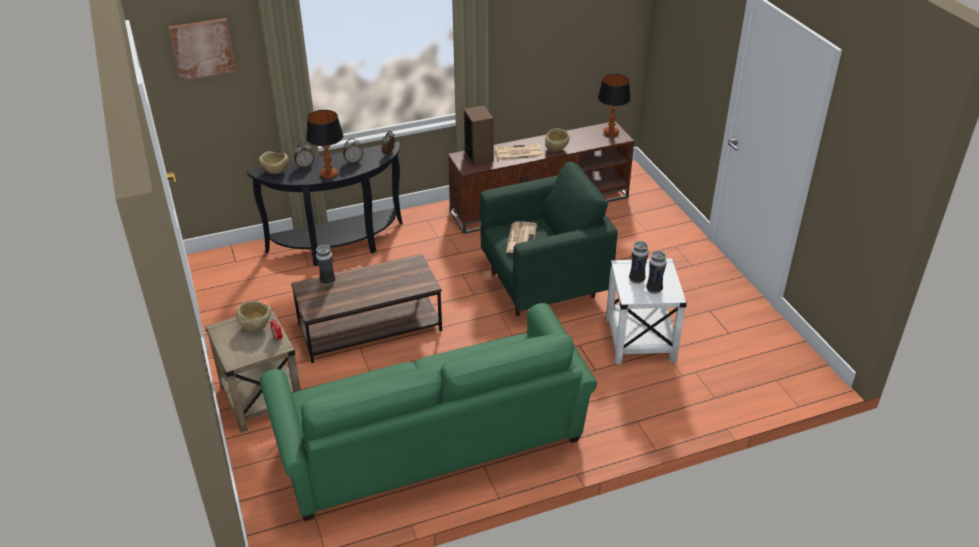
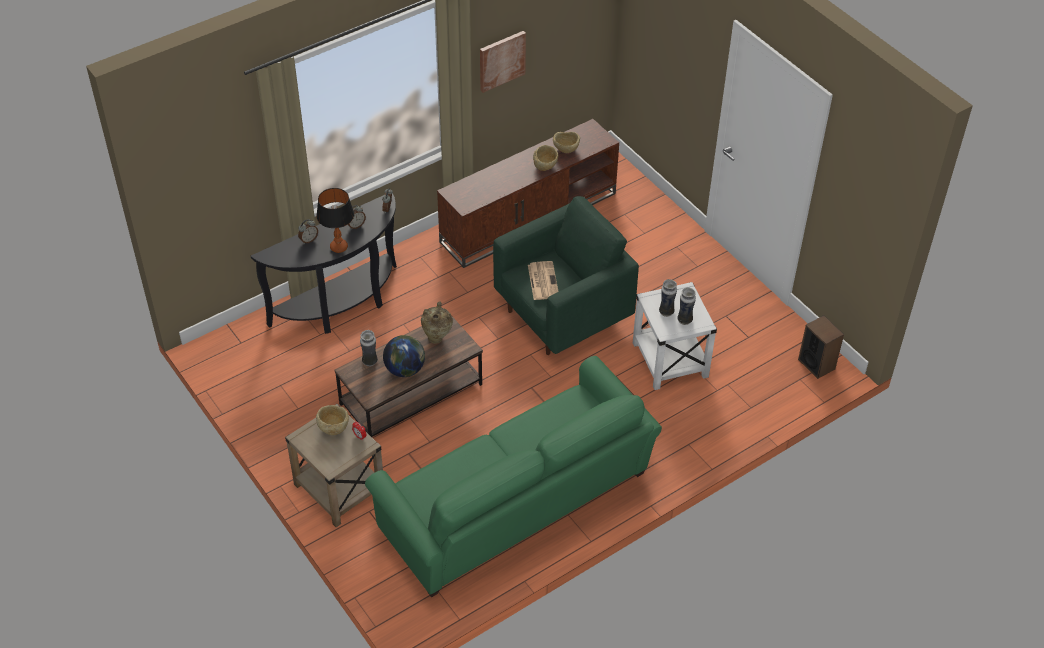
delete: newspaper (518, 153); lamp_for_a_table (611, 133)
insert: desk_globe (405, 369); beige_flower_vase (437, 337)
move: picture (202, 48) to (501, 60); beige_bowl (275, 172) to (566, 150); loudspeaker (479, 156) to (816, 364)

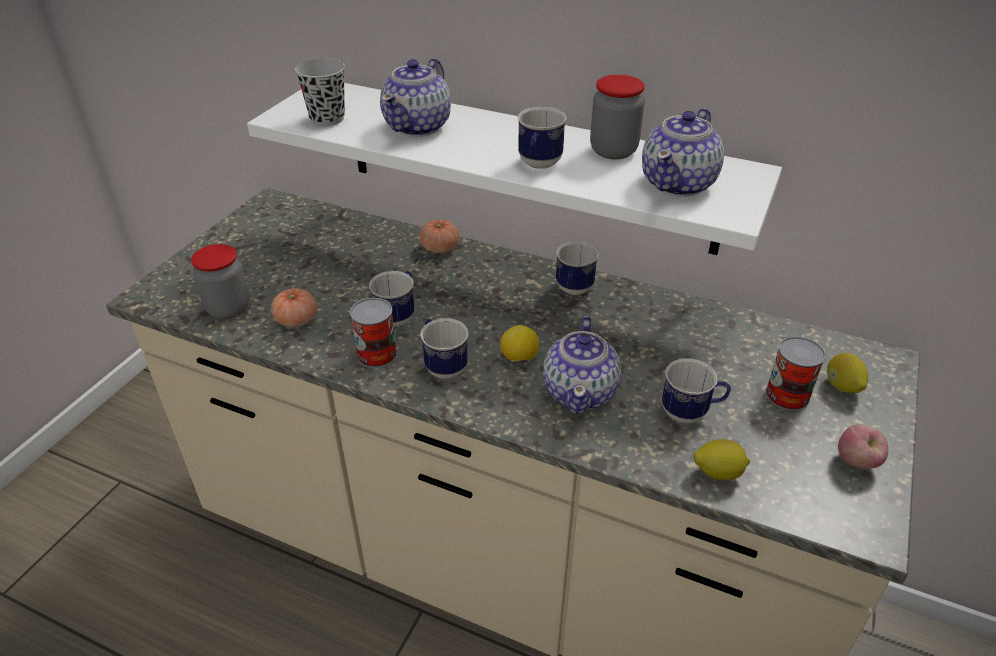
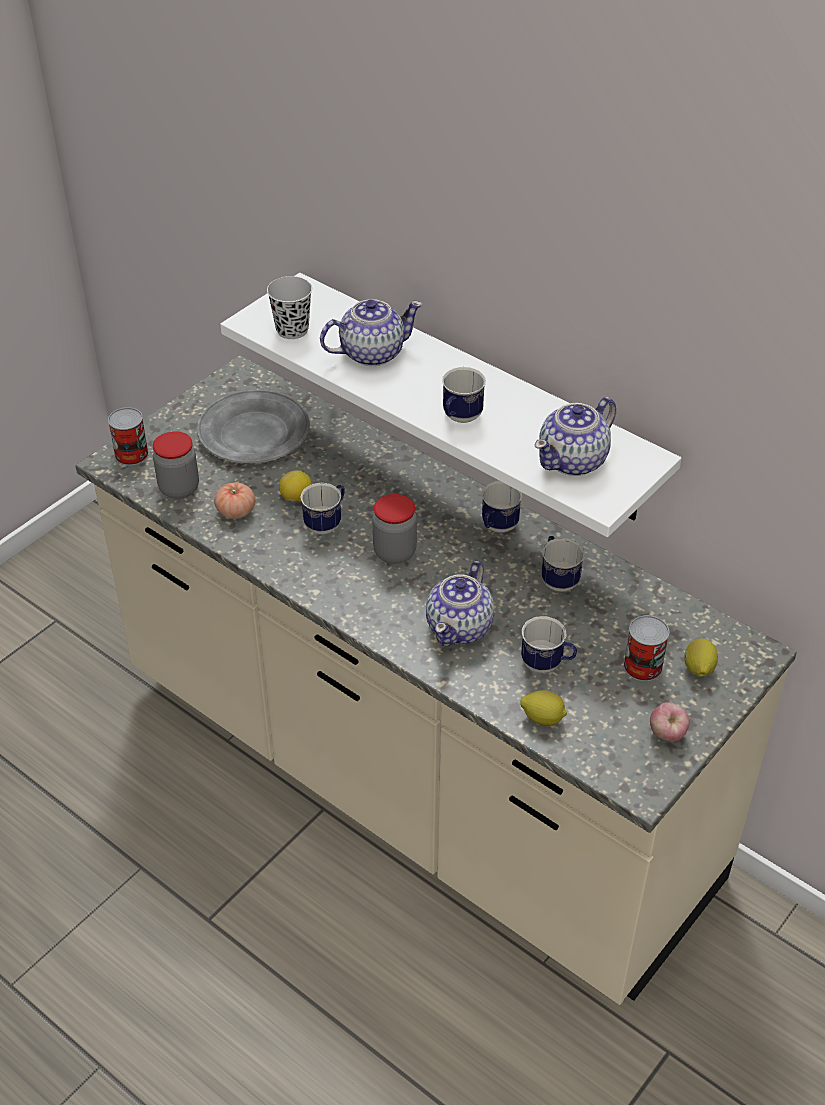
delete: whole_tomato (440, 248)
insert: gray_plate (253, 433)
move: can (376, 354) to (131, 454); tea_mug (442, 365) to (557, 578); lemon (519, 358) to (296, 498); storage_jar (613, 151) to (395, 552)
rotate: tea_pot (418, 126) = (371, 353) 150 degrees counterclockwise

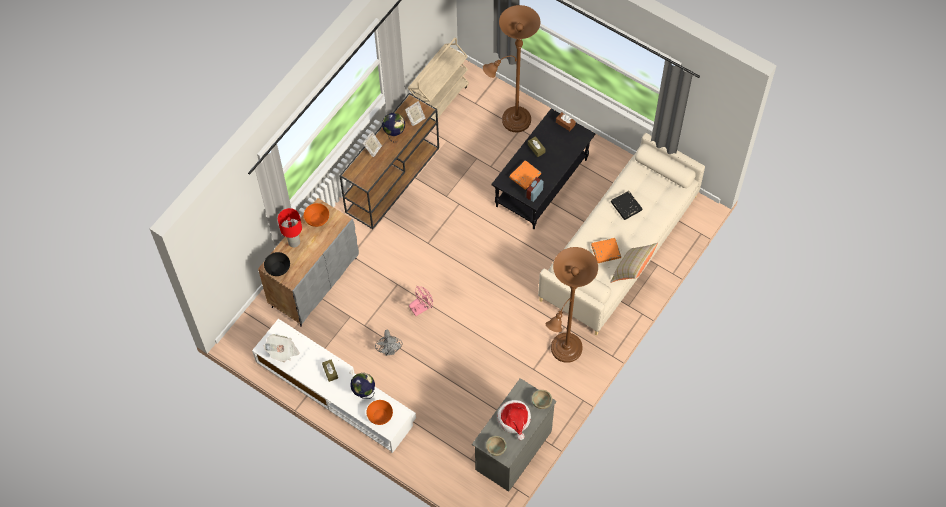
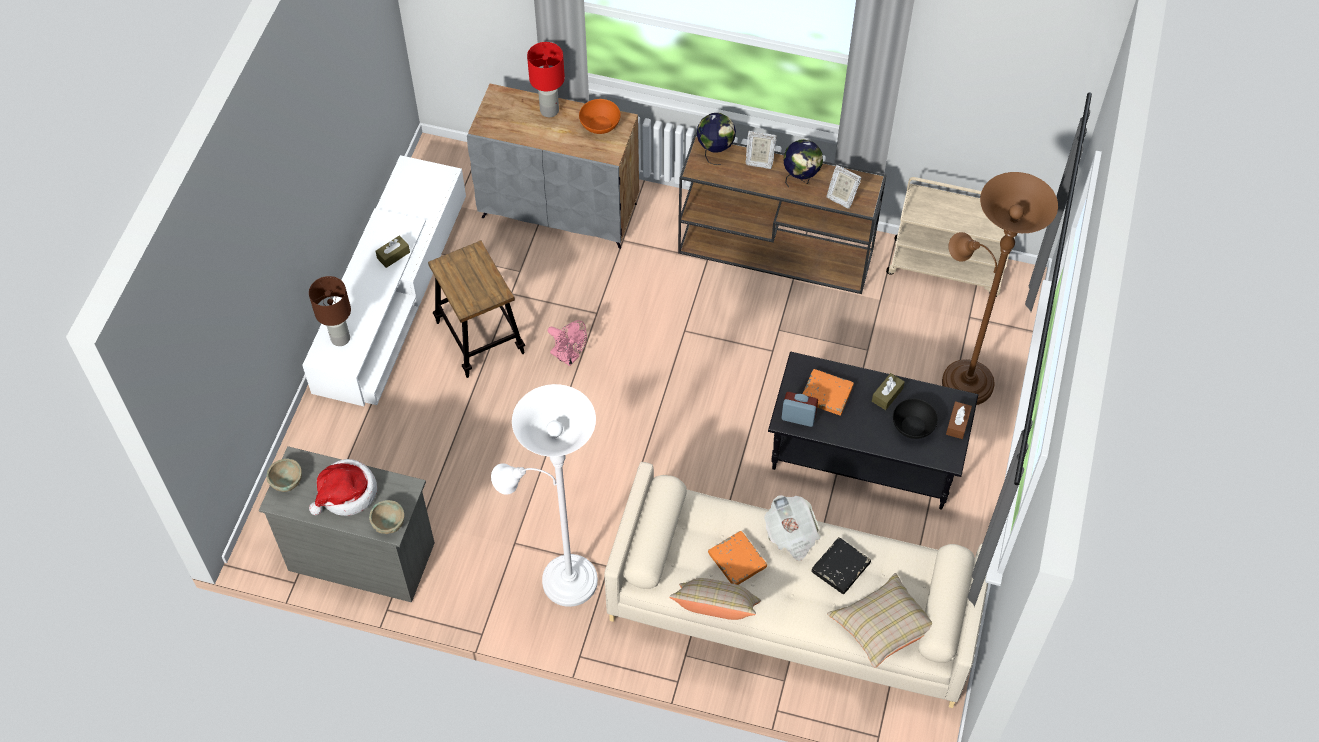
insert: beige_throw_pillow (883, 627)
move: black-coloured_bowl (278, 268) to (913, 426); newspaper (283, 351) to (791, 534); desk_globe (363, 392) to (715, 152)
replace: orange_bowl (380, 415) to brown-coloured_lamp_for_a_table (340, 339); gray_fan (389, 350) to sitting_stool (480, 338)
recolor: brown-coloured_standard_lamp (564, 351) to white_standard_lamp (562, 579)

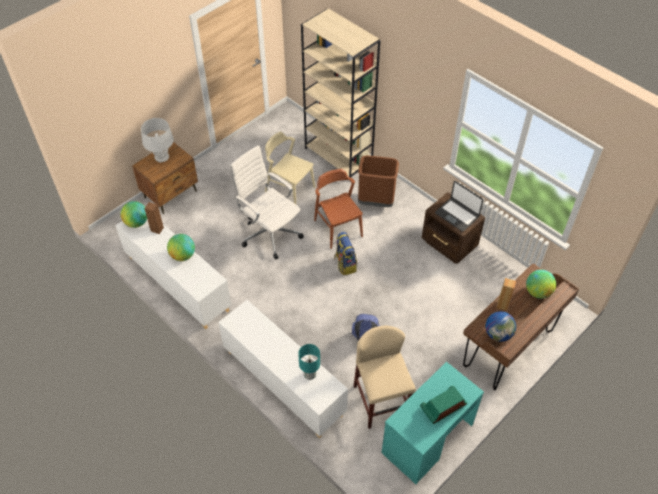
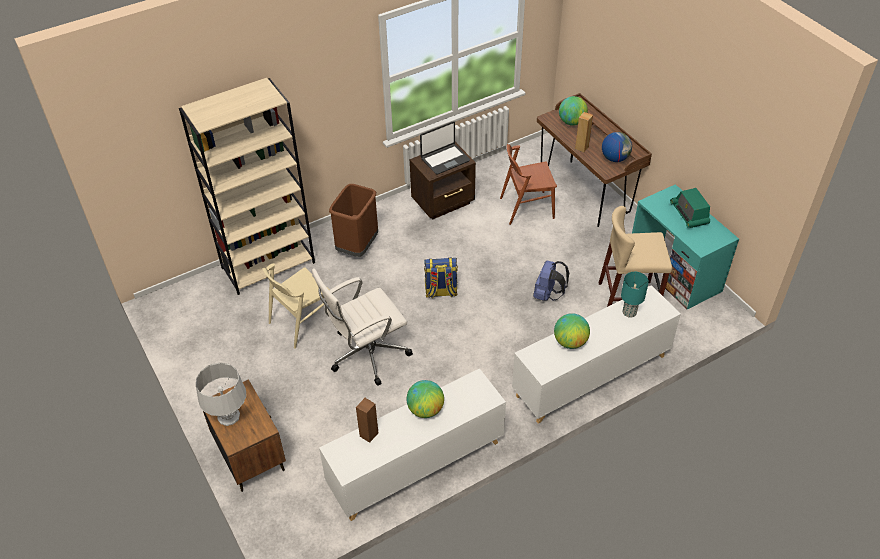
move: desk_globe (136, 222) to (570, 342); brown-coloured_plain_chair (338, 228) to (526, 208)

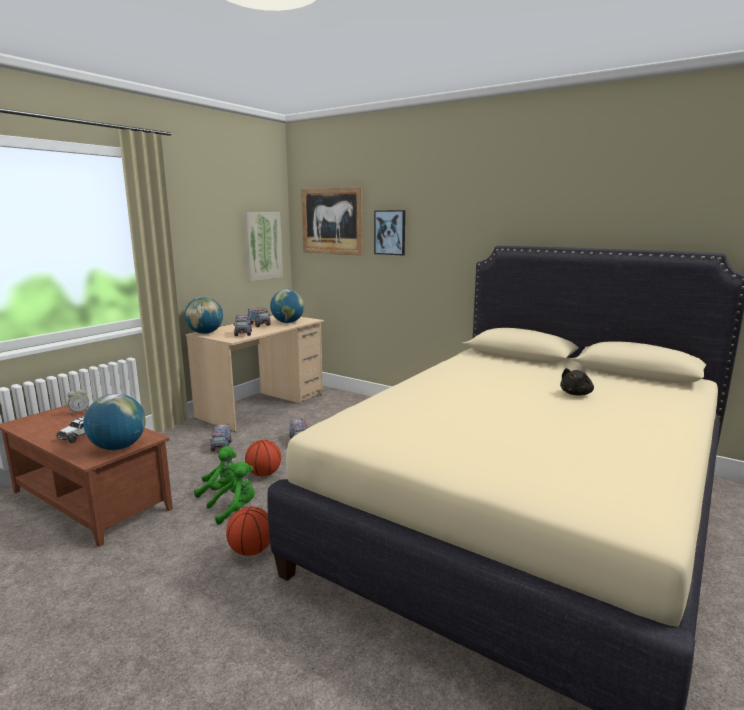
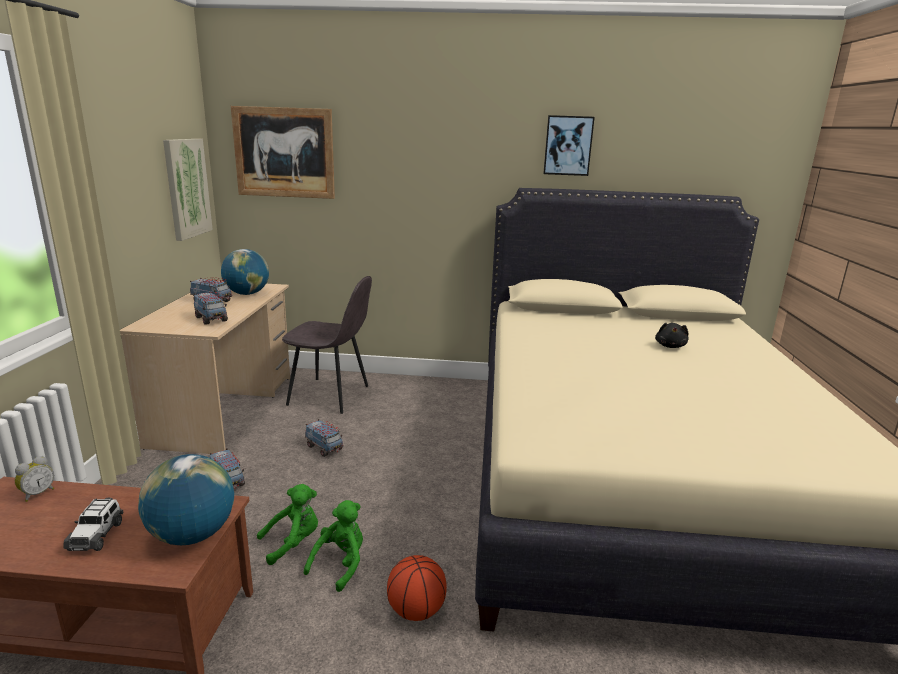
delete: desk_globe (205, 333); basketball_ball (264, 474)
insert: gray_plain_chair (331, 396)
move: picture (390, 232) to (568, 145)

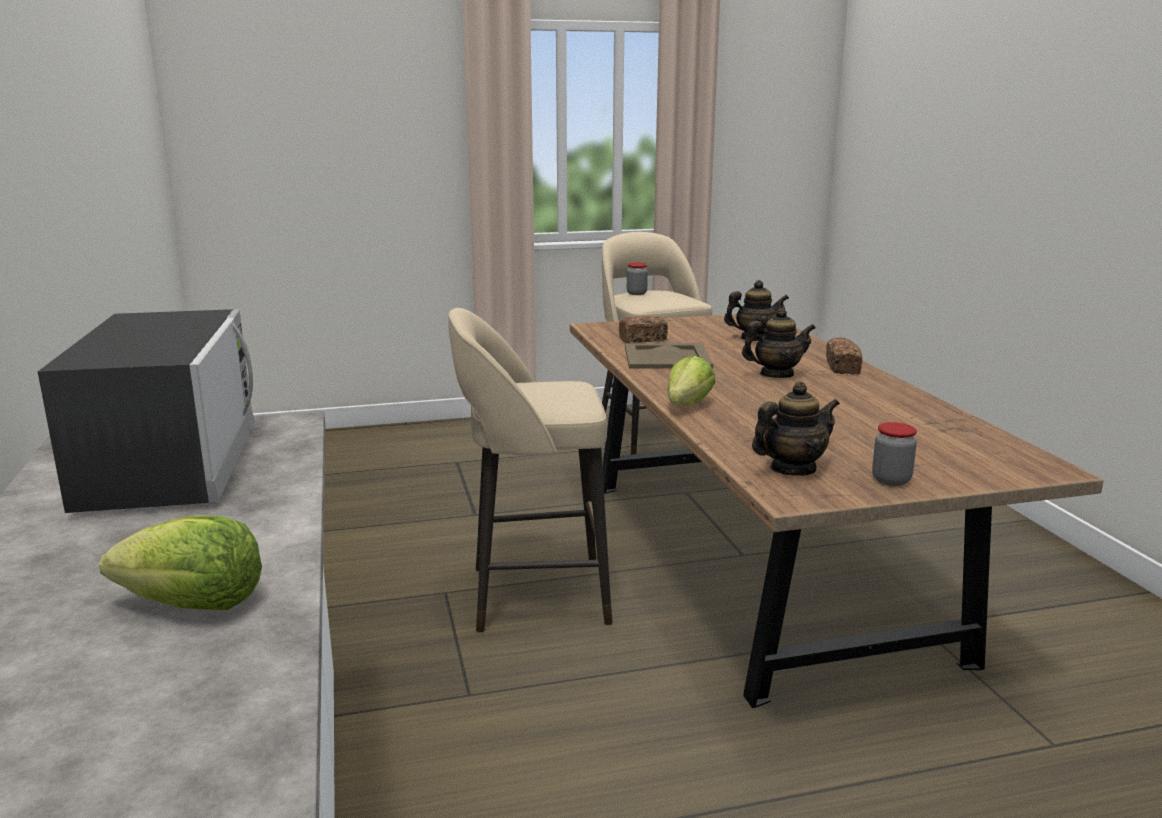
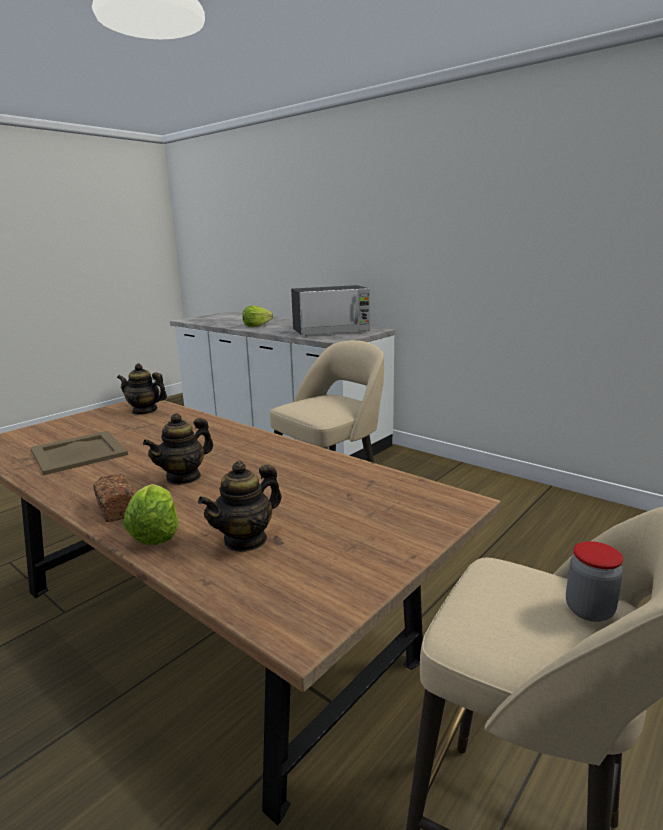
delete: bakery_bread (642, 339); storage_jar (891, 480)
move: beige_carrying_tray (667, 357) to (78, 453); head_of_lettuce (687, 405) to (155, 533)
rotate: kitchen_microwave (171, 466) = (331, 331) 60 degrees counterclockwise; tea_pot (792, 469) = (144, 411) 75 degrees clockwise

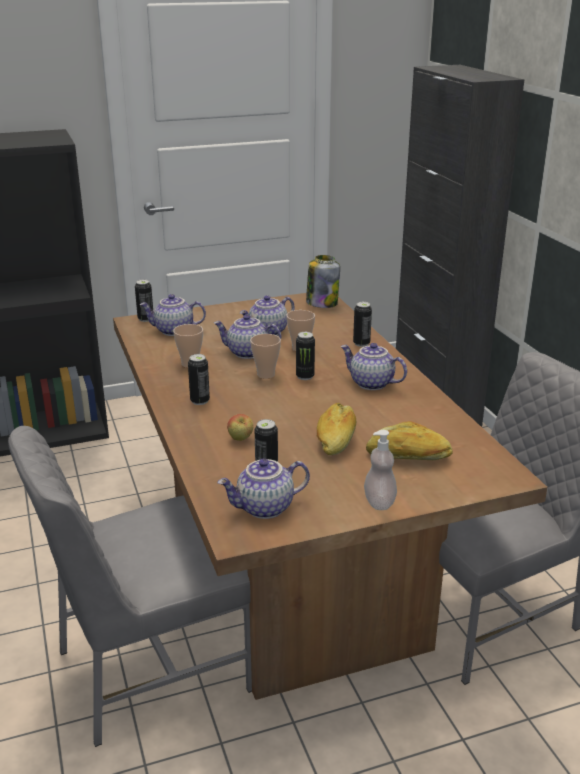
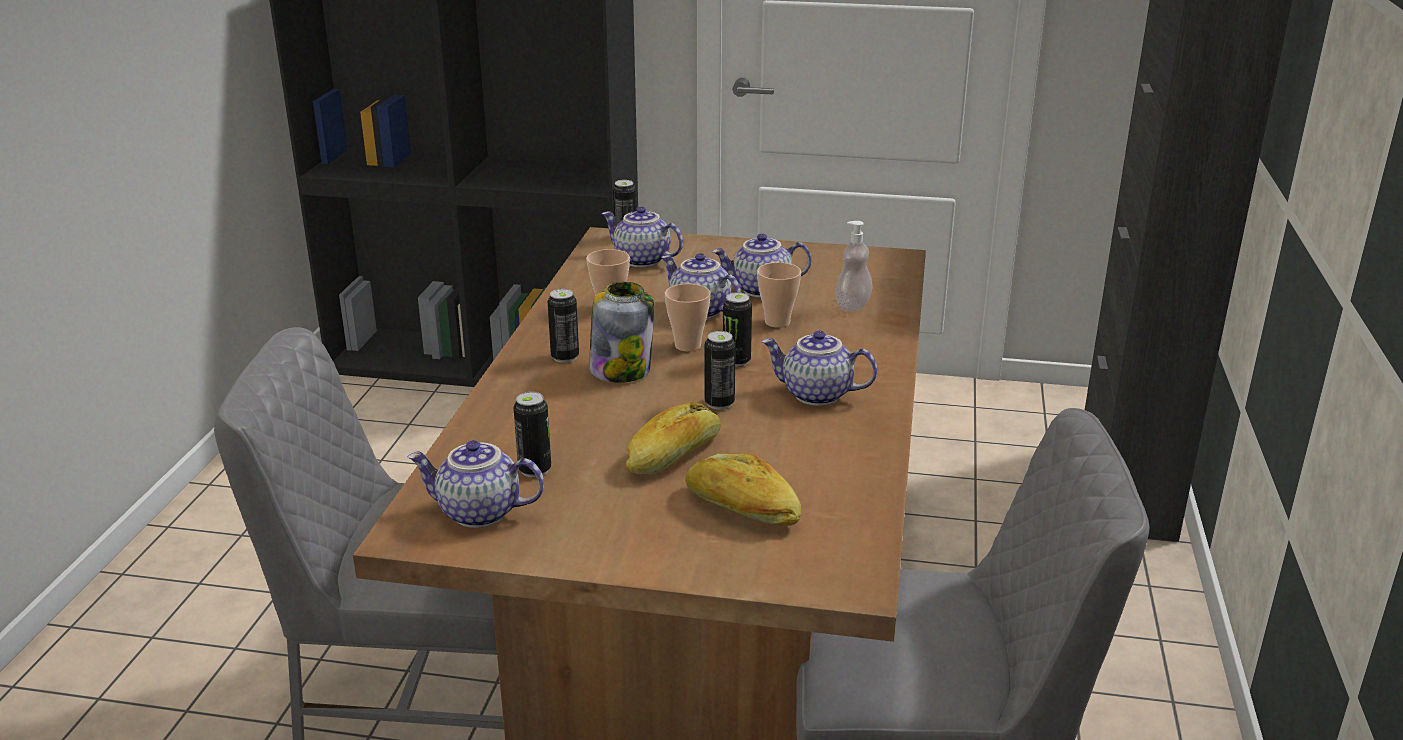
delete: apple_fruit (240, 439)
move: storage_jar (321, 303) to (621, 370); can (361, 343) to (719, 403); liquid_soap_bottle (379, 502) to (852, 306)
rotate: tea_pot (370, 384) = (815, 395) 45 degrees counterclockwise

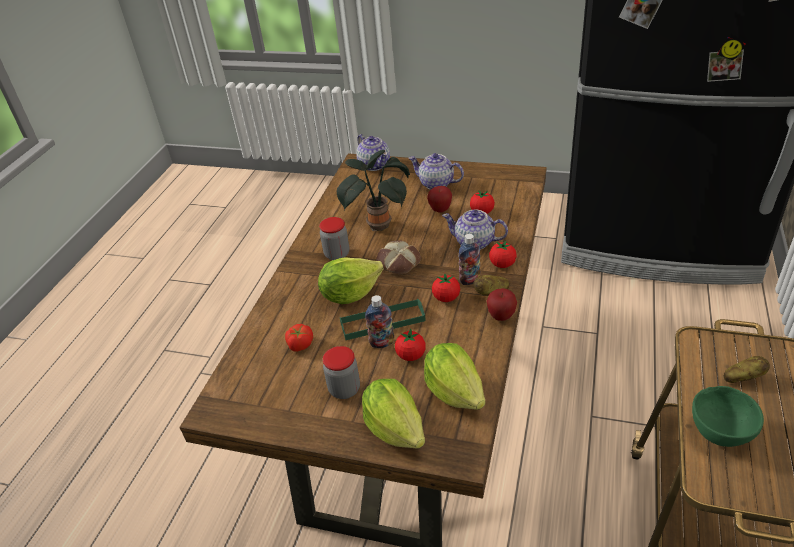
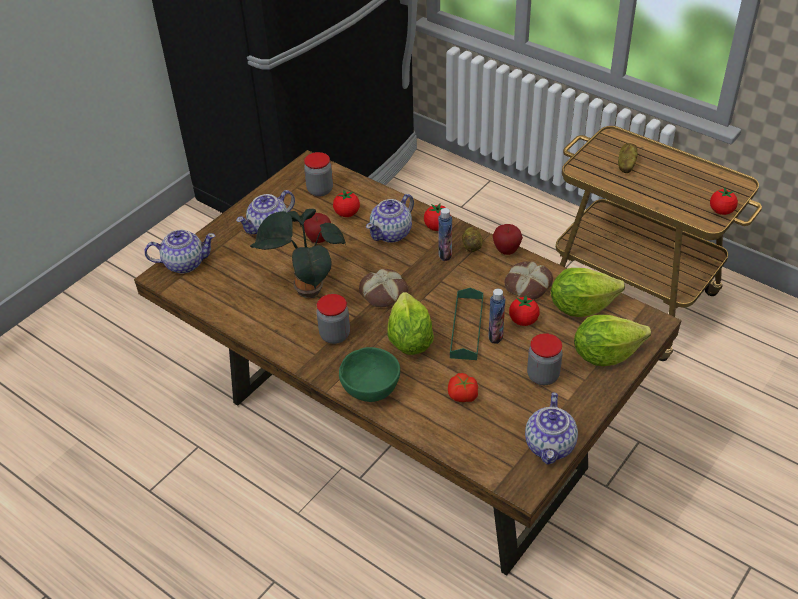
insert: storage_jar (320, 190); bakery_bread (527, 285); tea_pot (550, 446)
move: whole_tomato (446, 298) to (721, 211); greenish_bowl (721, 431) to (370, 389)

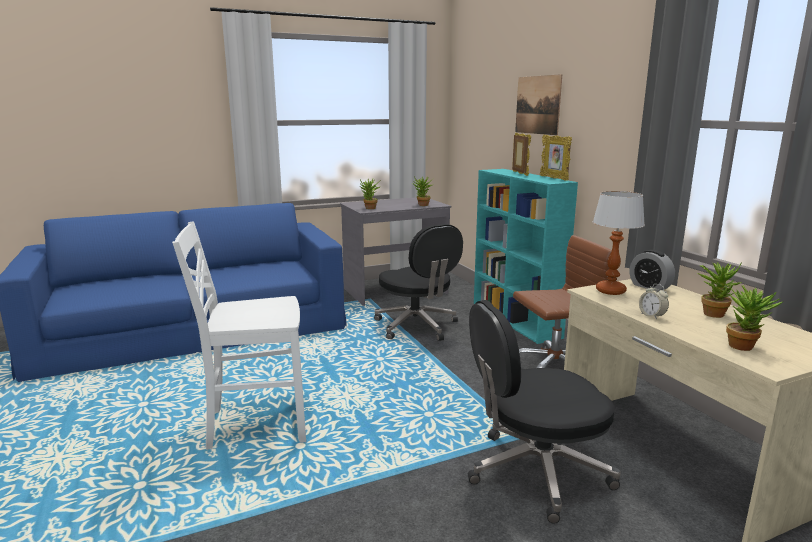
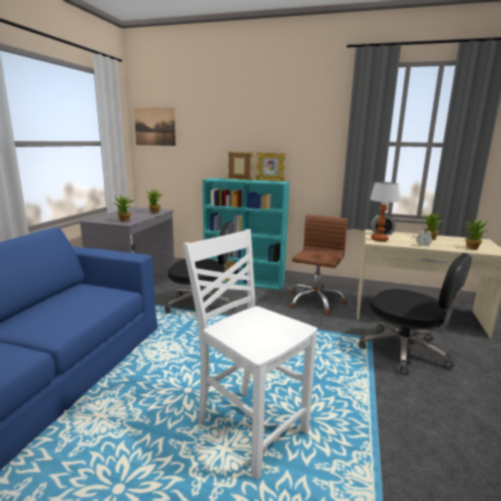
move: picture (537, 105) to (155, 126)
rotate: white_plain_chair (255, 425) = (250, 427) 105 degrees clockwise; black-coloured_computer_chair (535, 472) = (406, 351) 75 degrees counterclockwise

